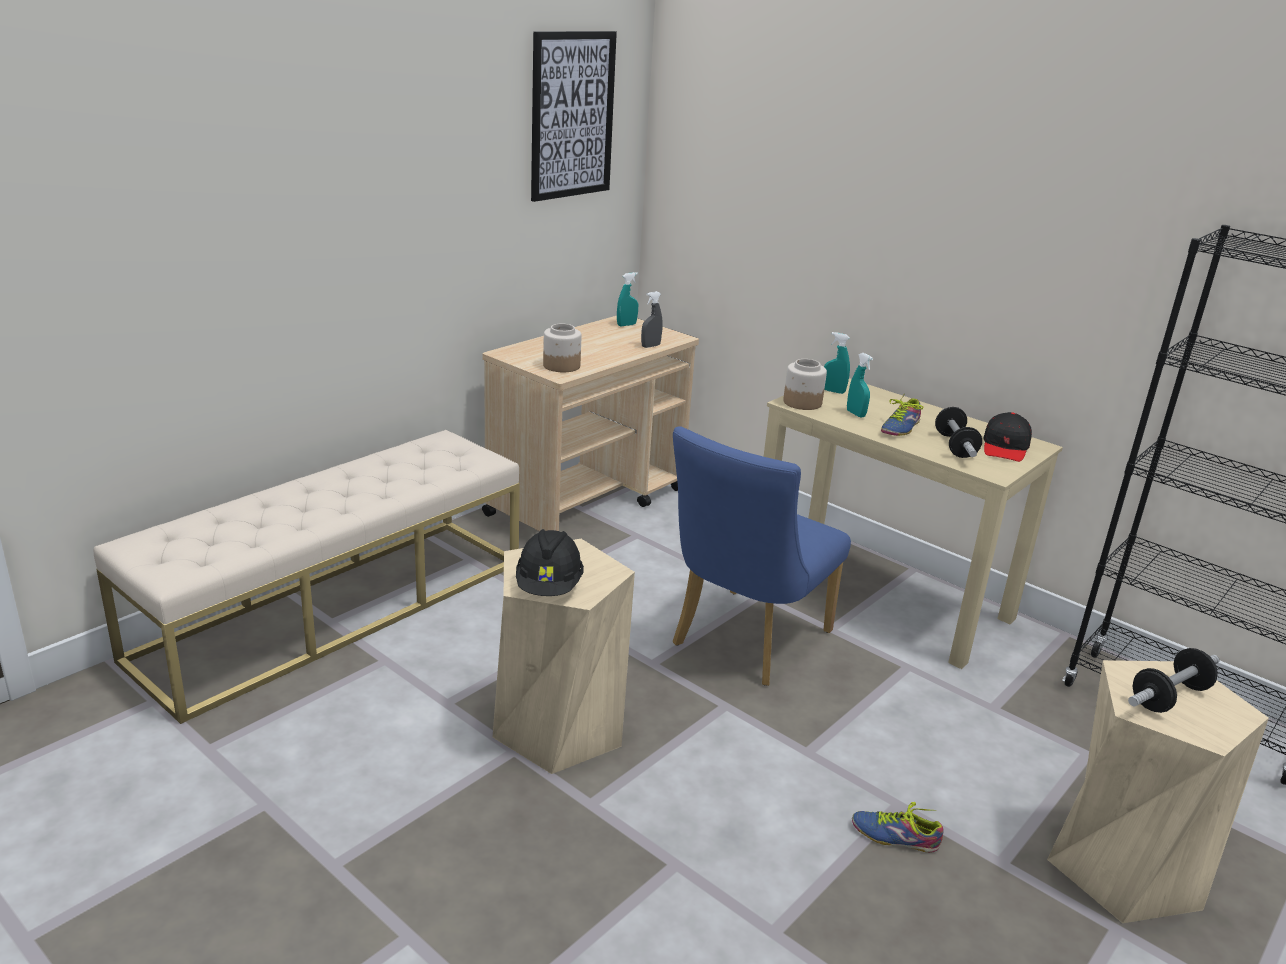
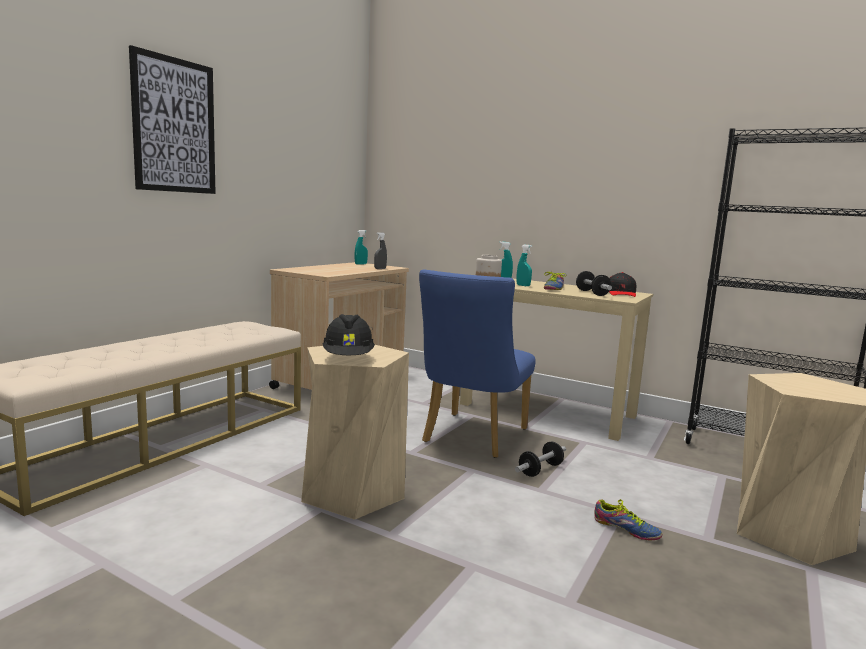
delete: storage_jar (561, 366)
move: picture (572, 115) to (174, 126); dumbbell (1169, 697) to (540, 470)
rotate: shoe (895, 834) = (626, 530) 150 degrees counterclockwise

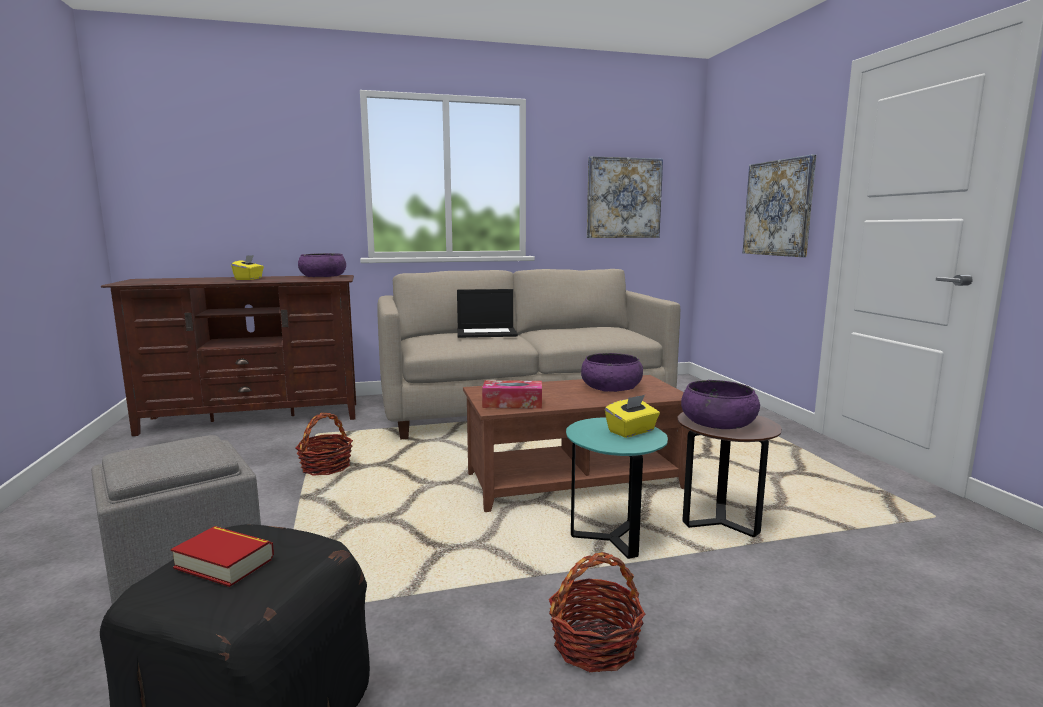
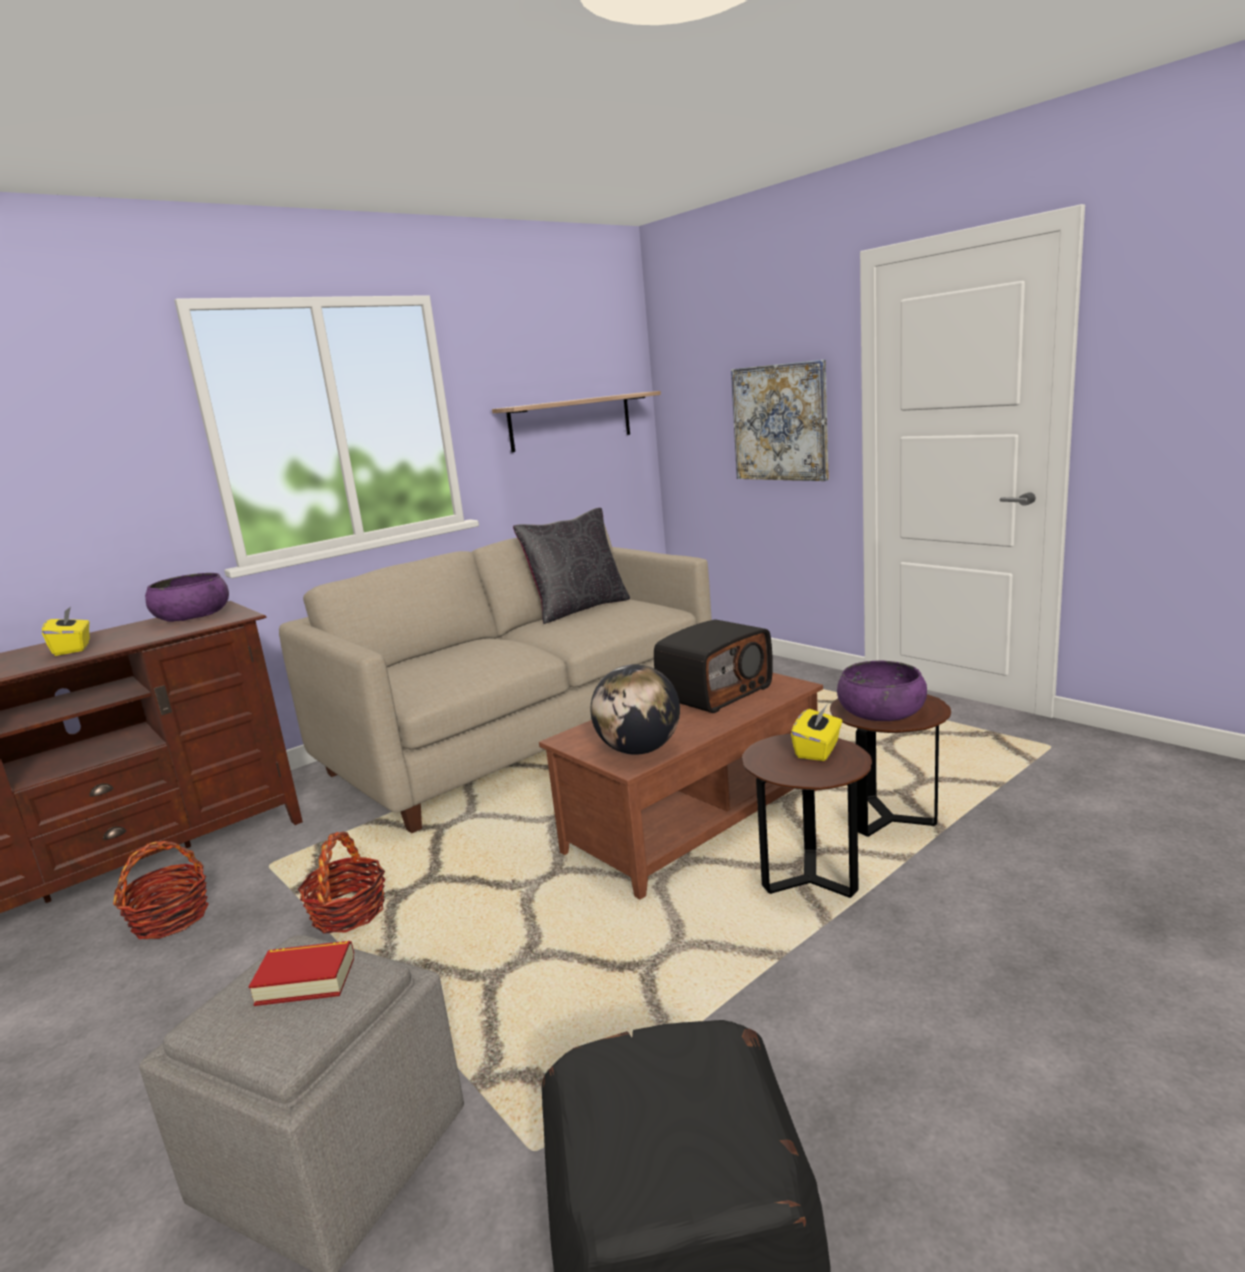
delete: notebook_computer (487, 333)
insert: black-coloured_throw_pillow (578, 609)
move: bound_book (224, 563) to (306, 980); basket (595, 644) to (171, 918)
replace: box_of_tissues (512, 403) to desk_globe (639, 750); purple_bowl (611, 387) to radio_set (714, 692); picture (623, 198) to shelf (571, 421)
recolor: blue-green_end_table (612, 540) to brown-coloured_end_table (810, 880)

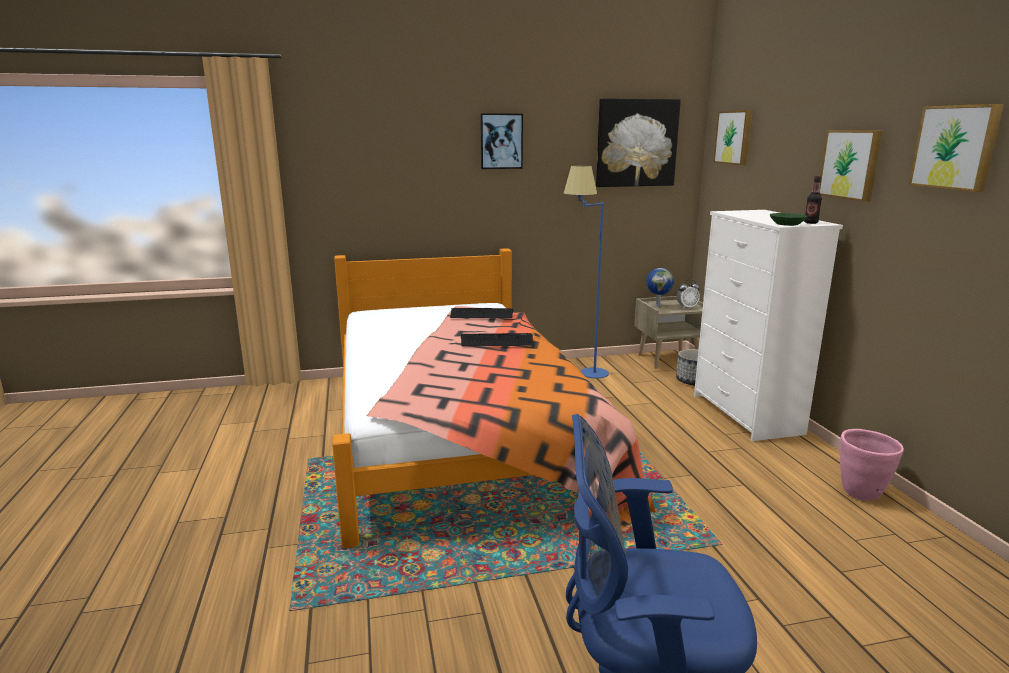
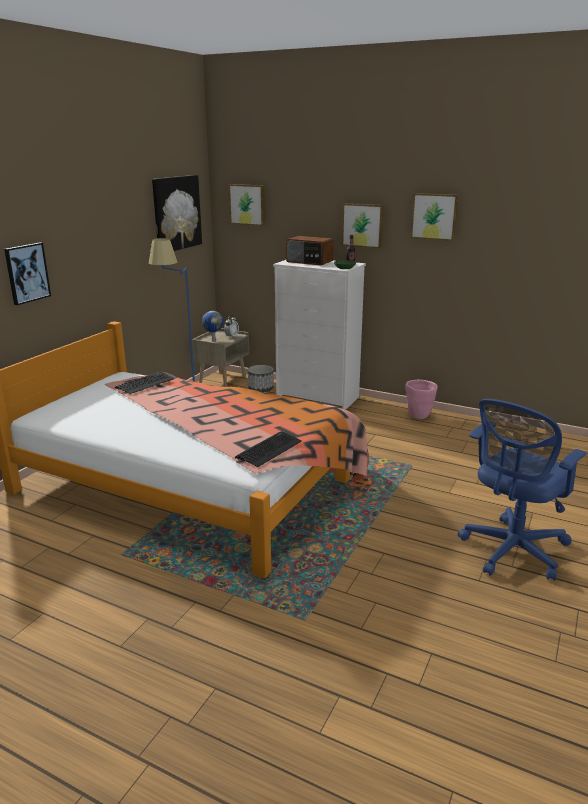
insert: radio_set (309, 262)
move: keyboard (497, 341) to (269, 449); picture (501, 141) to (27, 273)

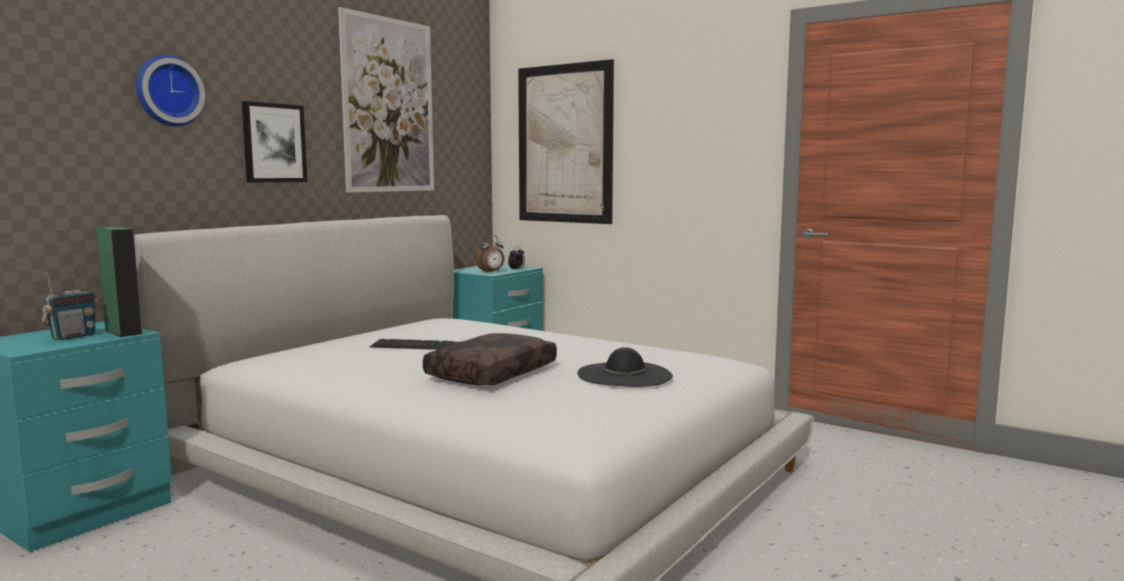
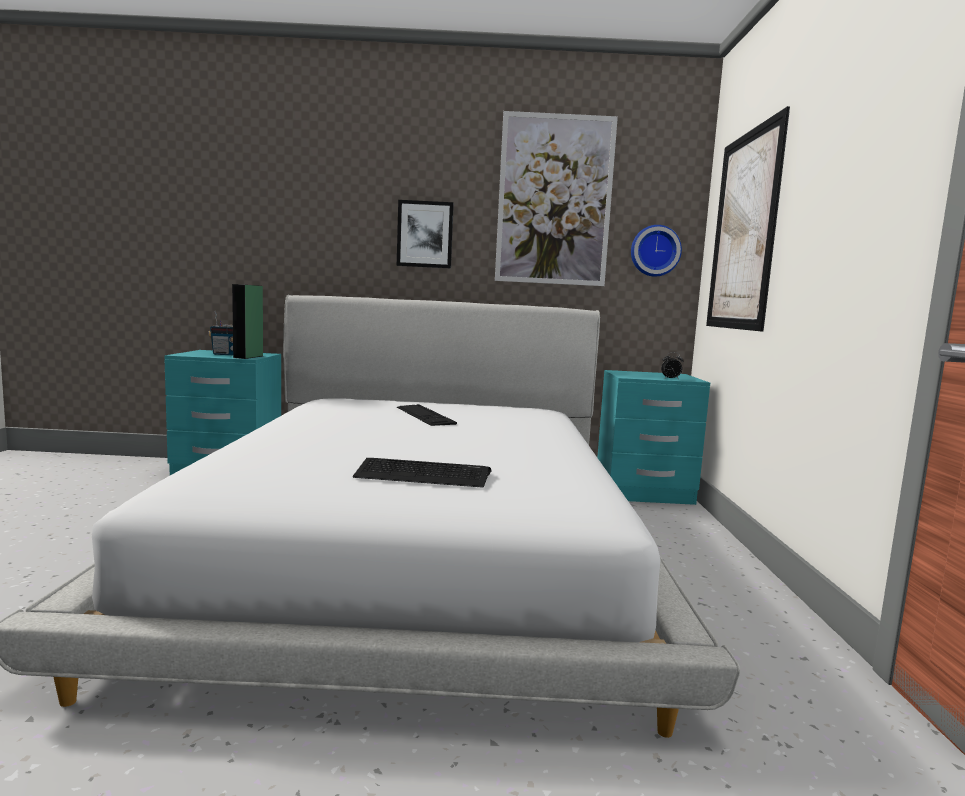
delete: brown-coloured_throw_pillow (491, 373); bedside_clock (491, 272)
move: wall_clock (168, 91) to (654, 251)
replace: black-coloured_clothing_hat (624, 374) to keyboard (423, 475)

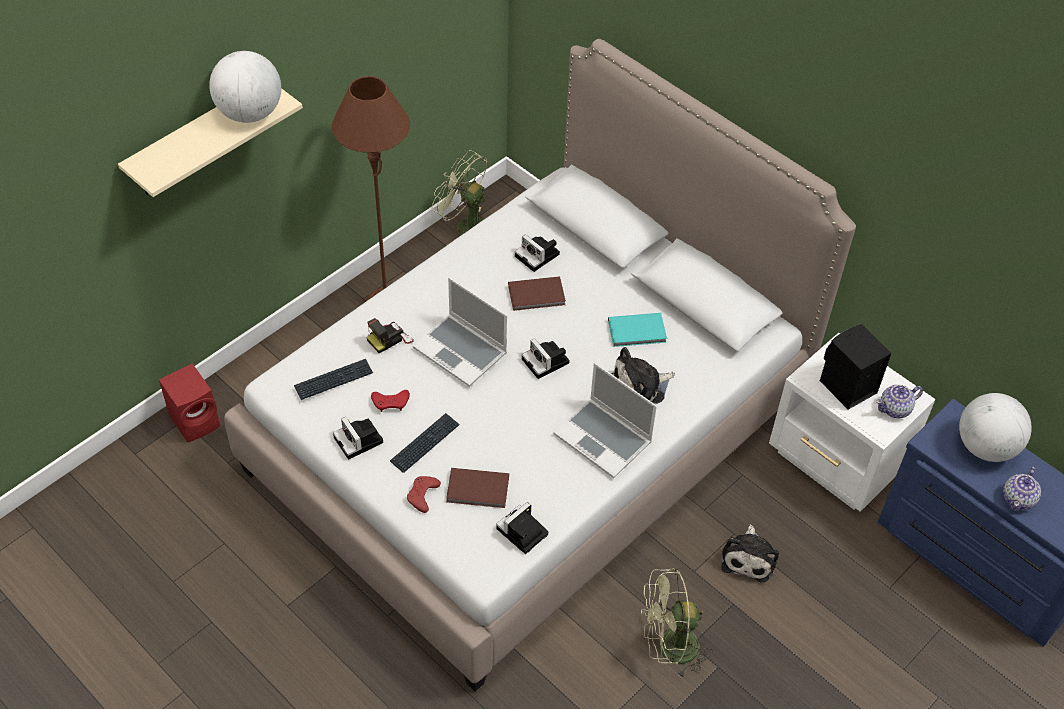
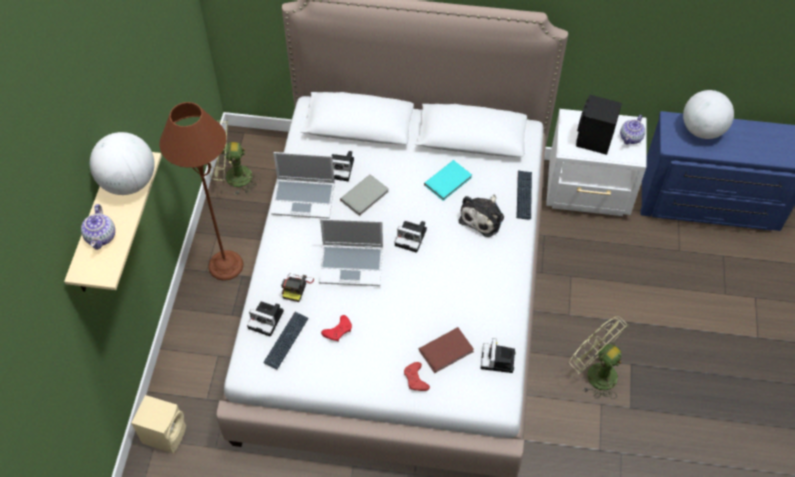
delete: soft_toy (749, 557)
move: photo_camera (360, 441) to (267, 319); keyboard (425, 443) to (524, 195); notebook_computer (604, 439) to (304, 198); tea_pot (1018, 499) to (101, 236)
recolor: red_loudspeaker (196, 420) to beige_loudspeaker (165, 433); brown-coloured_bound_book (537, 296) to gray_bound_book (365, 196)
rotate: greenish_fan (668, 648) = (595, 372) 90 degrees clockwise

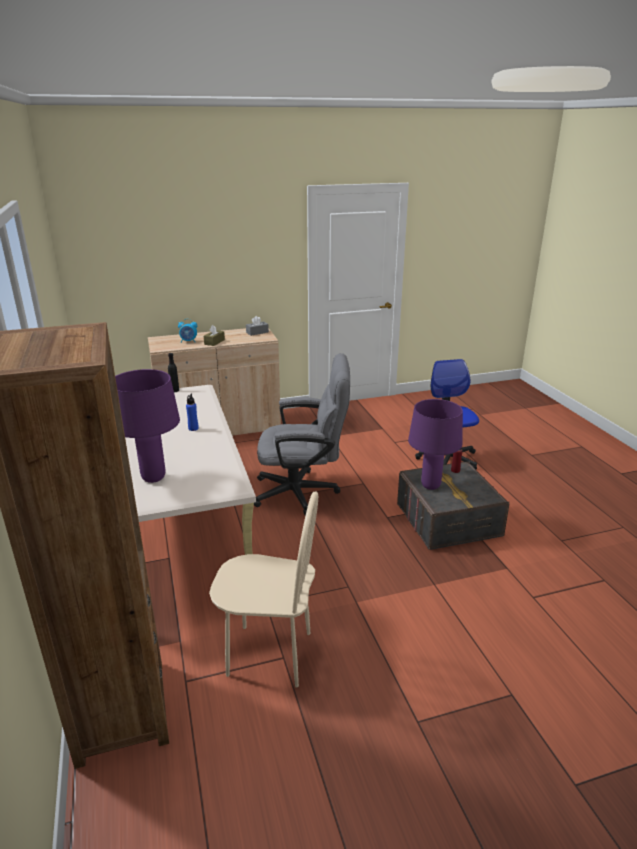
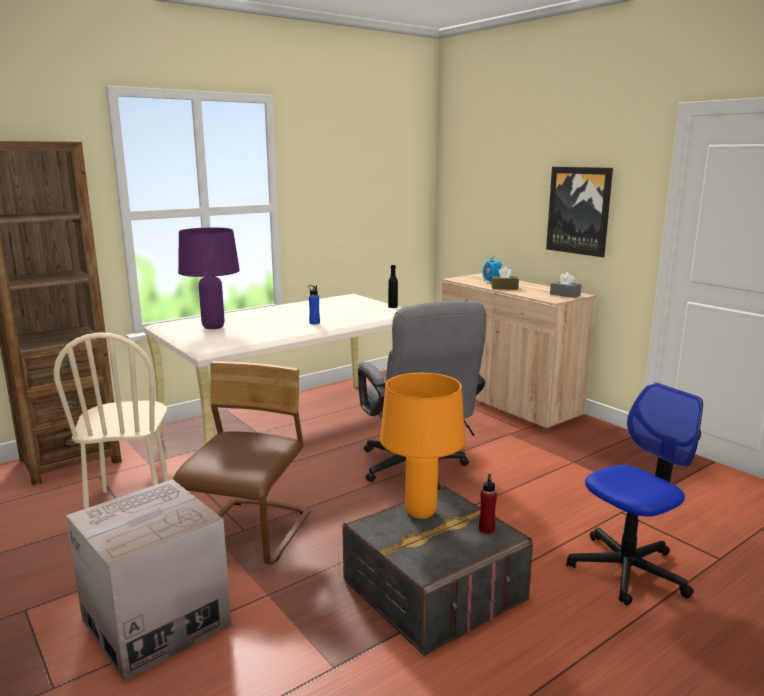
insert: carton (156, 622); brown-coloured_plain_chair (250, 534); picture (579, 210)
recolor: purple_lamp_for_a_table (430, 485) to orange_lamp_for_a_table (421, 512)

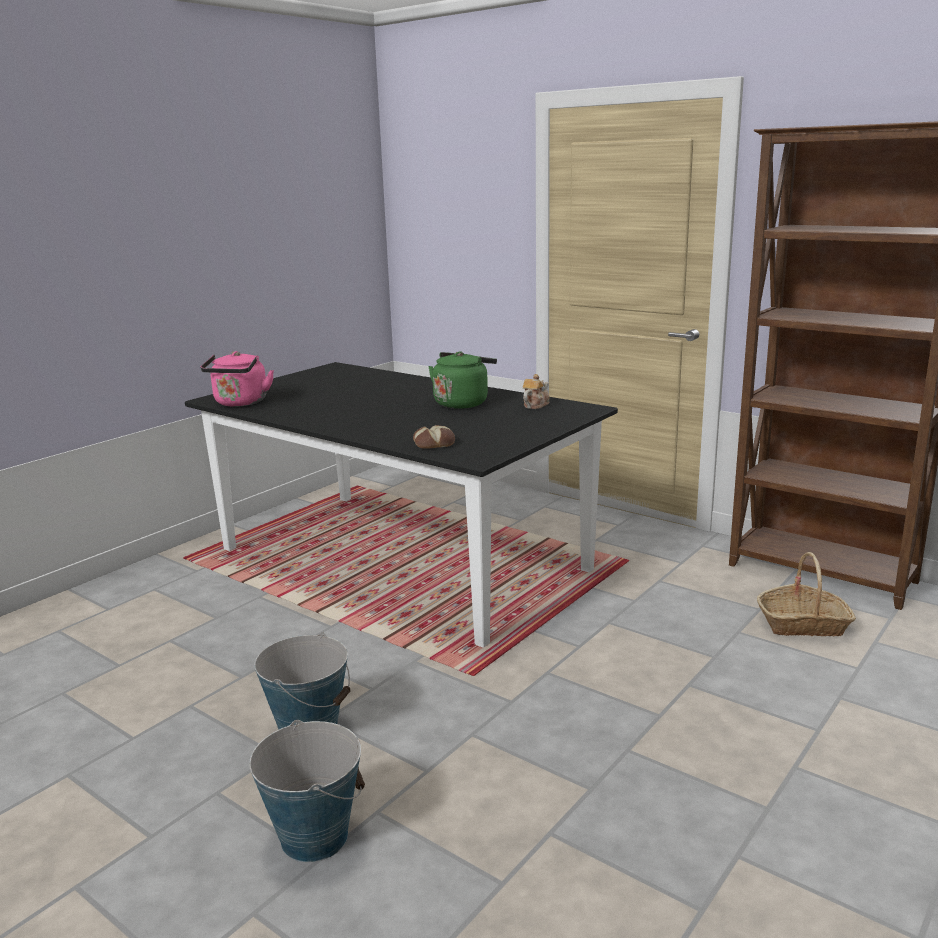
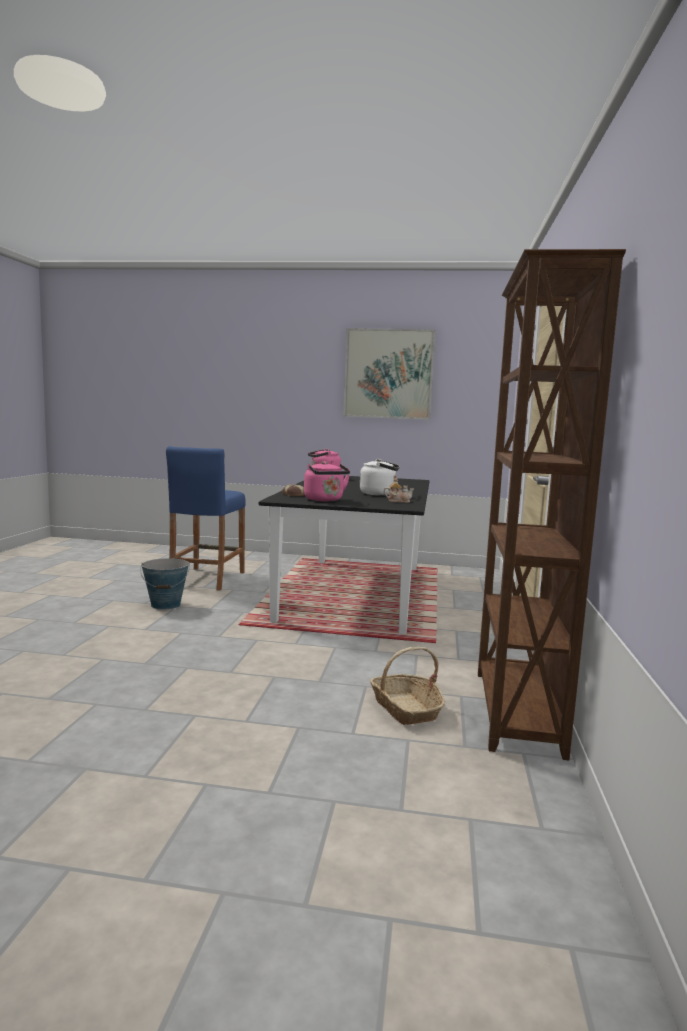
delete: water_bucket (314, 836)
insert: bluish_sitting_stool (207, 579); pinkish_water_kettle (325, 500); picture (388, 374)
recolor: greenish_water_kettle (462, 403) to white_water_kettle (380, 494)

